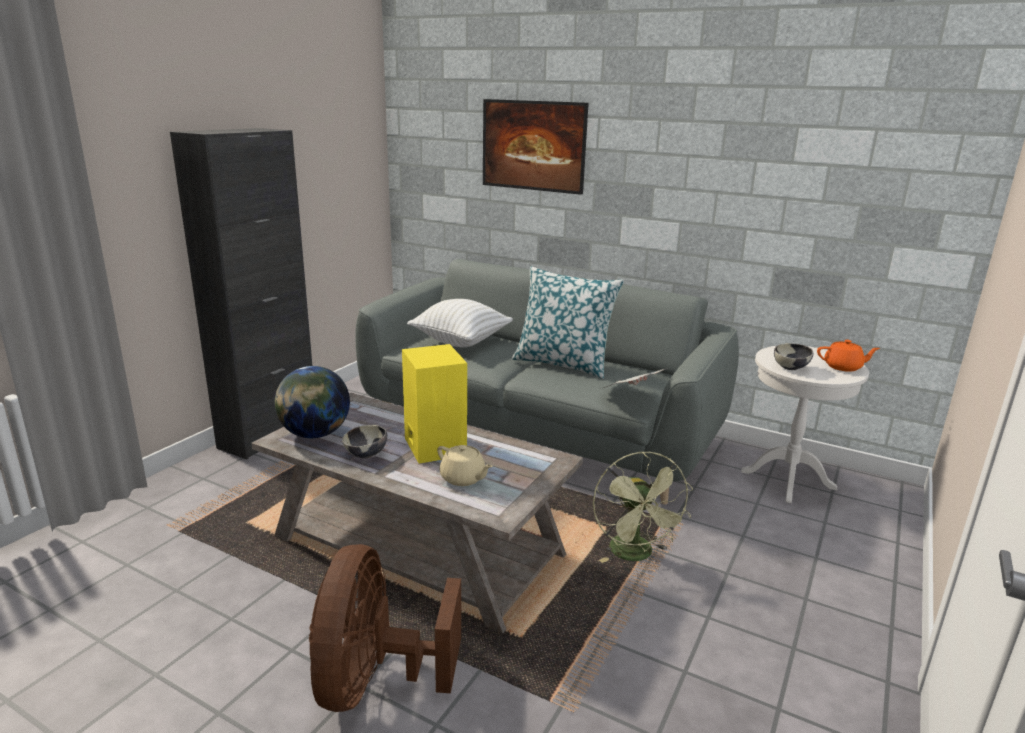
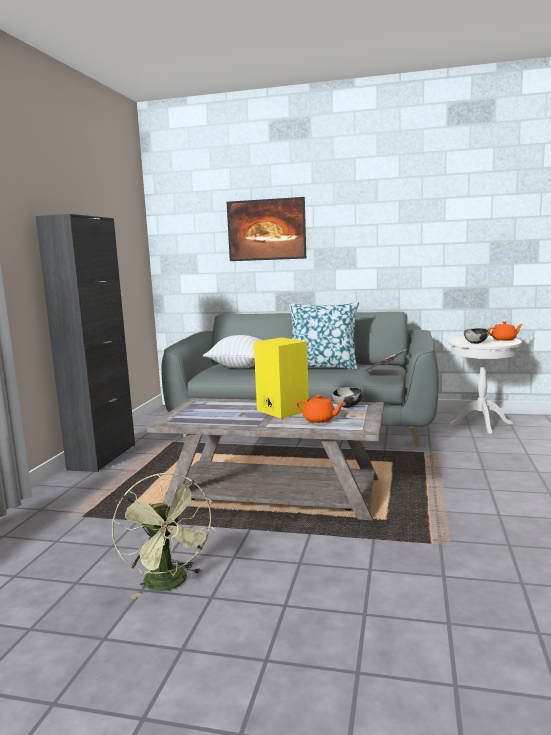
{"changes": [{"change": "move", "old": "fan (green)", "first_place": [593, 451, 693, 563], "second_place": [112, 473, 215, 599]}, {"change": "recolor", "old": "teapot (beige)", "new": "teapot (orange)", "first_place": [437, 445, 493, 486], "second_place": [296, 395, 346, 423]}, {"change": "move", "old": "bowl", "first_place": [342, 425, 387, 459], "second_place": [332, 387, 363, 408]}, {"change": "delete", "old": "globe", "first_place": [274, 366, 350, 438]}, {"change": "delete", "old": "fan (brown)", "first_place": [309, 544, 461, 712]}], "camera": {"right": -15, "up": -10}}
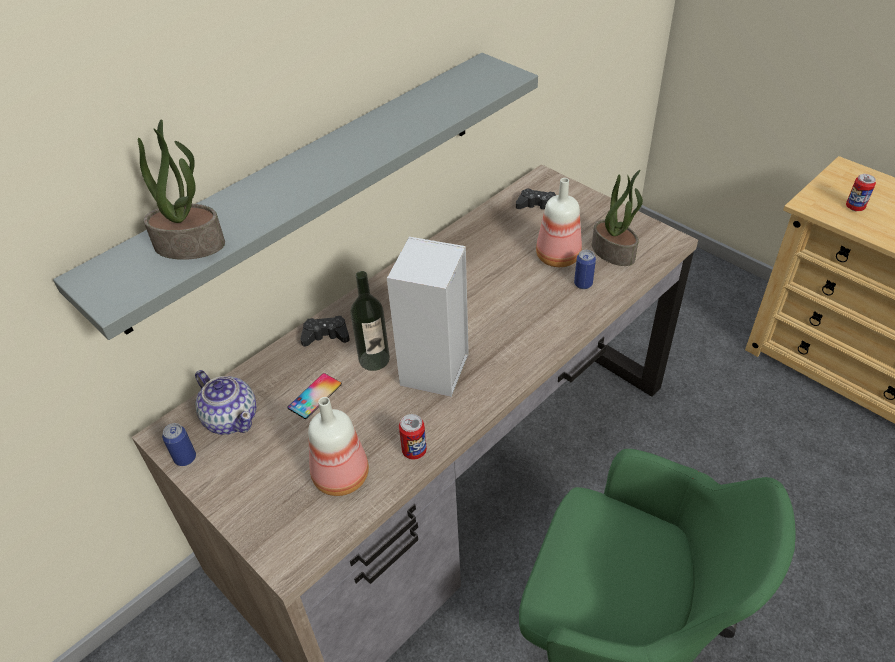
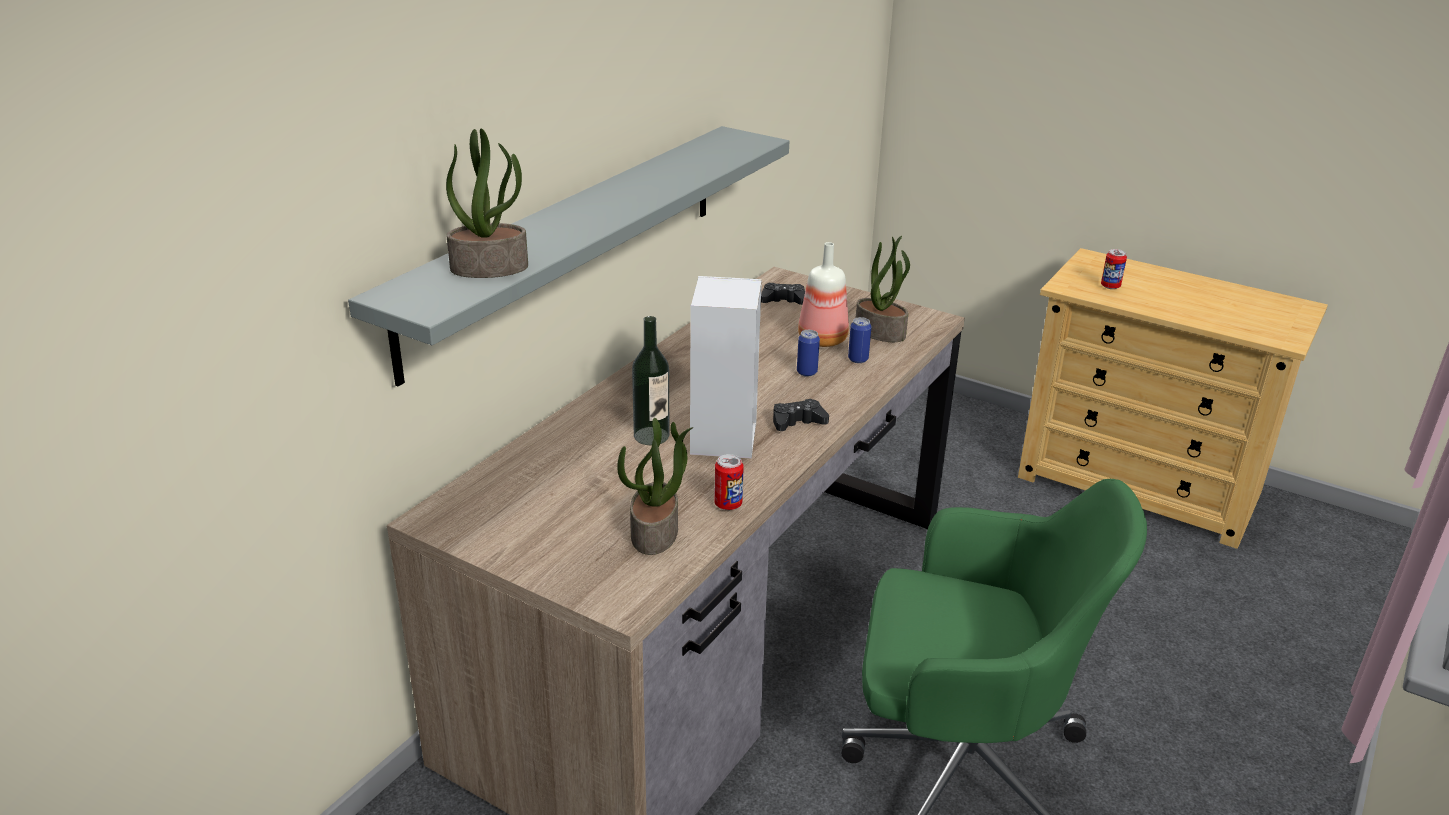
{"changes": [{"change": "replace", "old": "bottle", "new": "potted plant", "first_place": [308, 397, 369, 496], "second_place": [617, 418, 694, 555]}, {"change": "move", "old": "game controller (black)", "first_place": [300, 316, 350, 346], "second_place": [773, 399, 829, 431]}, {"change": "move", "old": "can", "first_place": [162, 423, 196, 466], "second_place": [797, 330, 820, 377]}, {"change": "delete", "old": "teapot", "first_place": [195, 370, 257, 435]}, {"change": "delete", "old": "phone", "first_place": [287, 373, 342, 419]}], "camera": {"right": -15, "up": -15}}
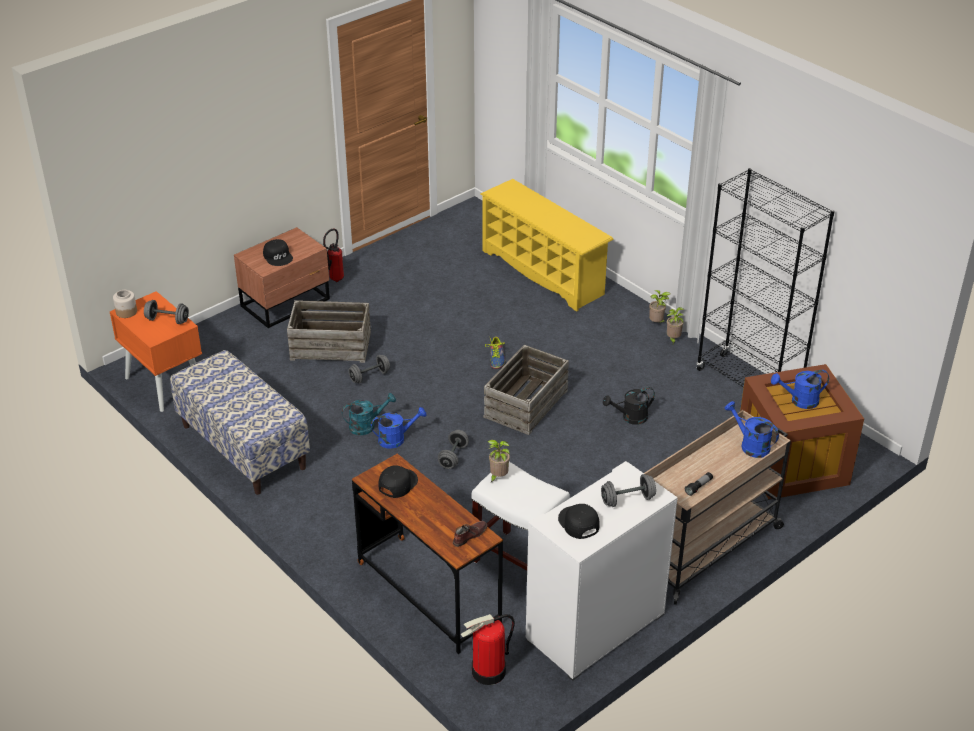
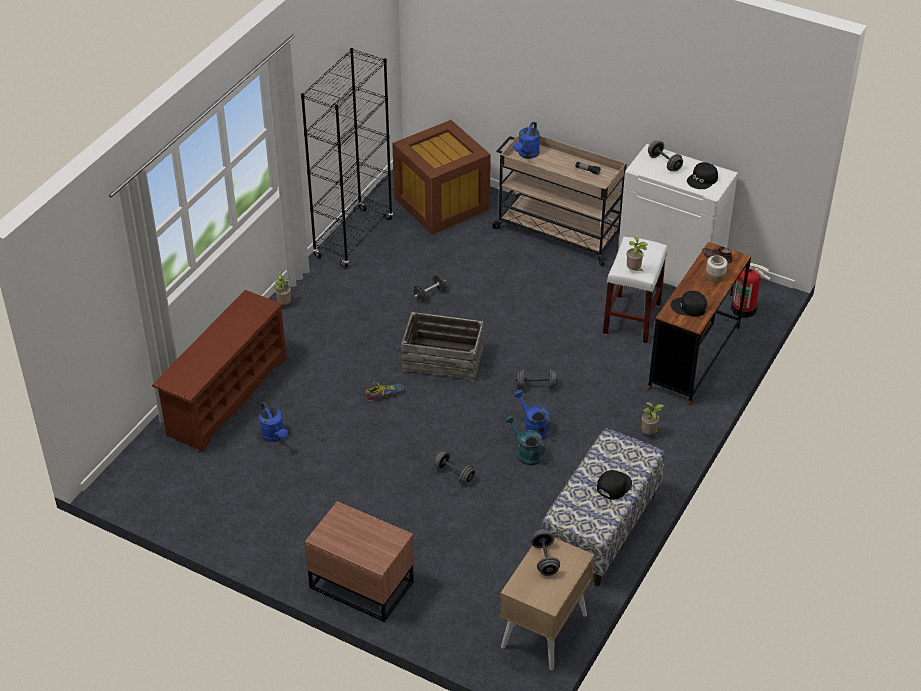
{"changes": [{"change": "recolor", "old": "shoe rack (yellow)", "new": "shoe rack (brown)", "first_place": [481, 179, 614, 312], "second_place": [152, 290, 287, 453]}, {"change": "move", "old": "watering can (blue)", "first_place": [771, 370, 829, 409], "second_place": [259, 402, 288, 442]}, {"change": "replace", "old": "watering can (black)", "new": "dumbbell (black)", "first_place": [603, 387, 655, 425], "second_place": [414, 275, 446, 302]}, {"change": "recolor", "old": "nightstand (orange)", "new": "nightstand (beige)", "first_place": [110, 291, 202, 412], "second_place": [500, 538, 595, 670]}, {"change": "move", "old": "cap (black)", "first_place": [263, 239, 293, 266], "second_place": [597, 470, 632, 500]}, {"change": "move", "old": "potted plant", "first_place": [667, 307, 684, 346], "second_place": [642, 402, 664, 435]}, {"change": "move", "old": "jar", "first_place": [113, 290, 137, 318], "second_place": [705, 255, 728, 283]}, {"change": "delete", "old": "crate", "first_place": [287, 300, 371, 363]}, {"change": "delete", "old": "fire extinguisher", "first_place": [323, 228, 344, 282]}], "camera": {"right": -110, "up": 5}}
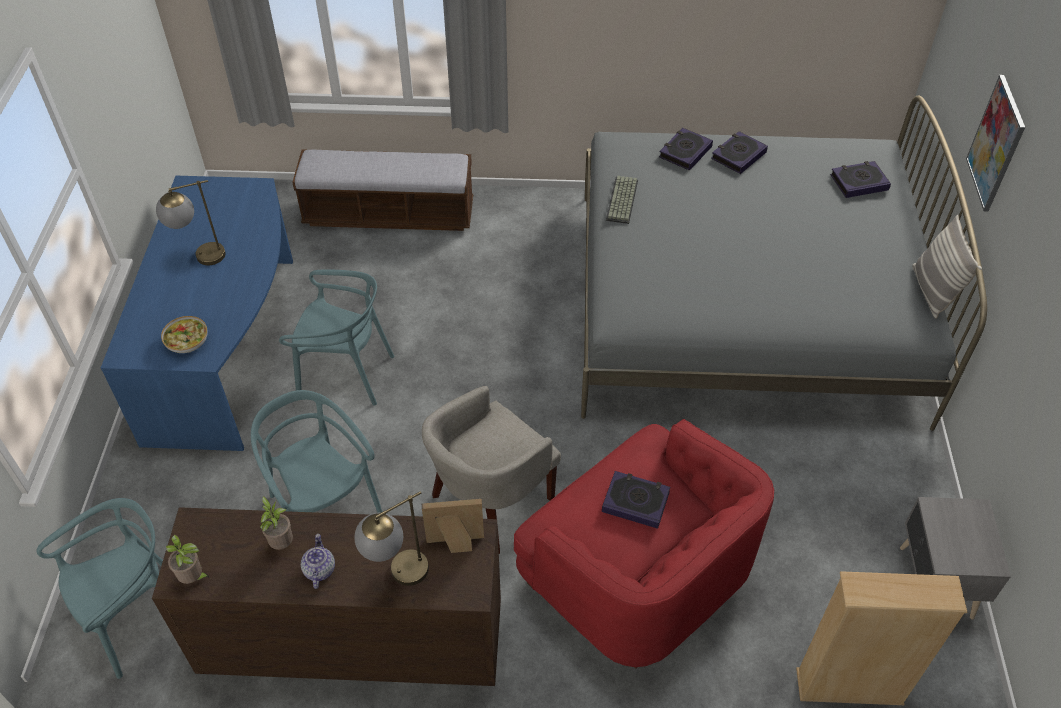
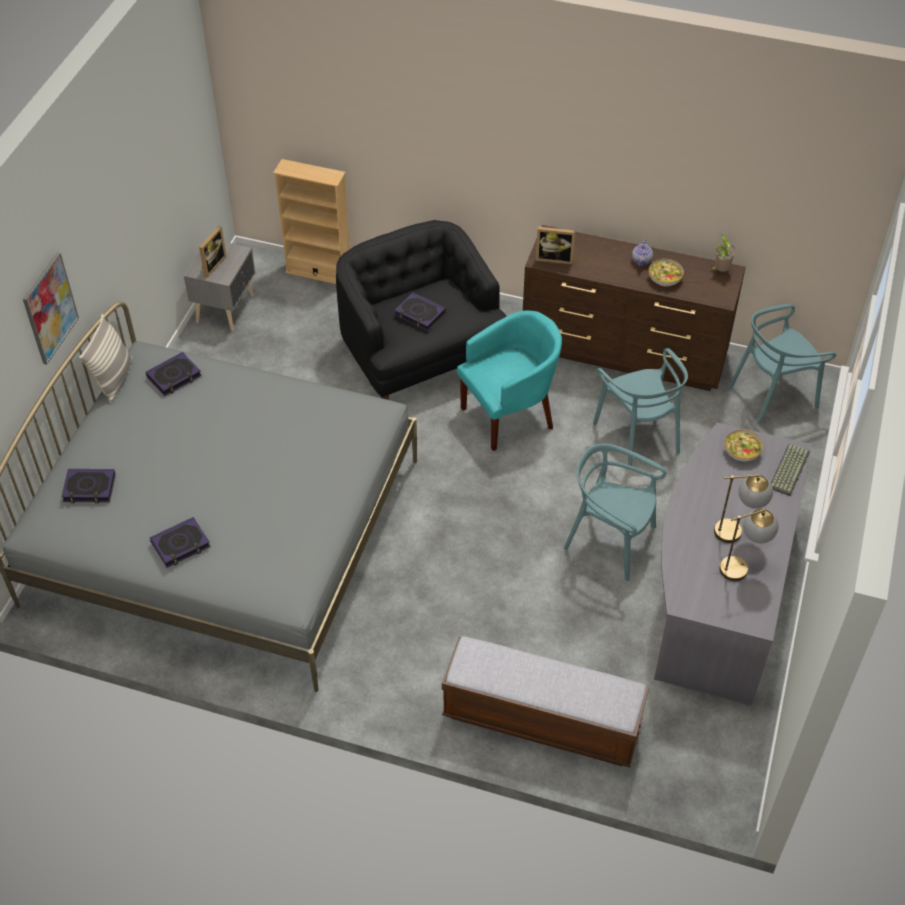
{"changes": [{"change": "move", "old": "book", "first_place": [659, 128, 713, 171], "second_place": [146, 352, 202, 396]}, {"change": "insert", "new": "picture frame", "second_place": [199, 226, 227, 278]}, {"change": "recolor", "old": "armchair (red)", "new": "armchair (black)", "first_place": [514, 419, 774, 669], "second_place": [336, 220, 507, 400]}, {"change": "recolor", "old": "armchair (beige)", "new": "armchair (turquoise)", "first_place": [422, 386, 561, 554], "second_place": [457, 311, 562, 451]}, {"change": "replace", "old": "potted plant", "new": "bowl", "first_place": [260, 496, 293, 550], "second_place": [649, 259, 684, 287]}, {"change": "recolor", "old": "desk (blue)", "new": "desk (grey)", "first_place": [101, 176, 293, 451], "second_place": [654, 423, 812, 705]}, {"change": "move", "old": "table lamp", "first_place": [354, 491, 429, 586], "second_place": [719, 509, 779, 581]}, {"change": "move", "old": "keyboard", "first_place": [606, 176, 638, 224], "second_place": [771, 444, 810, 496]}], "camera": {"right": -165, "up": 0}}
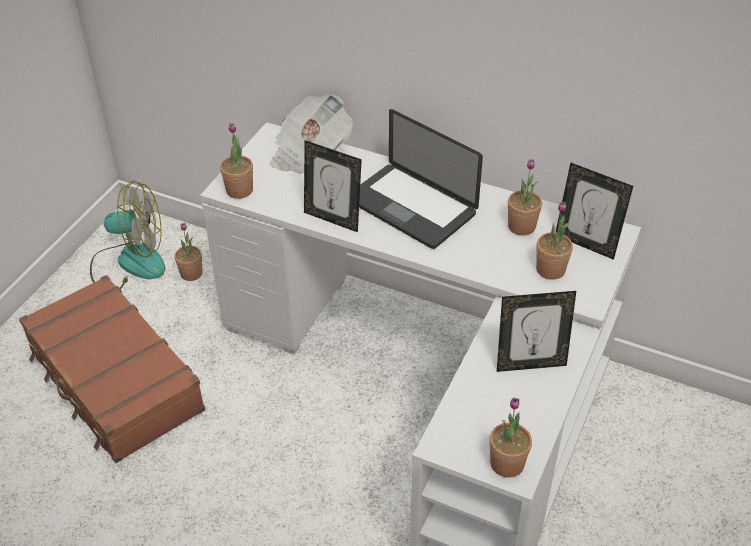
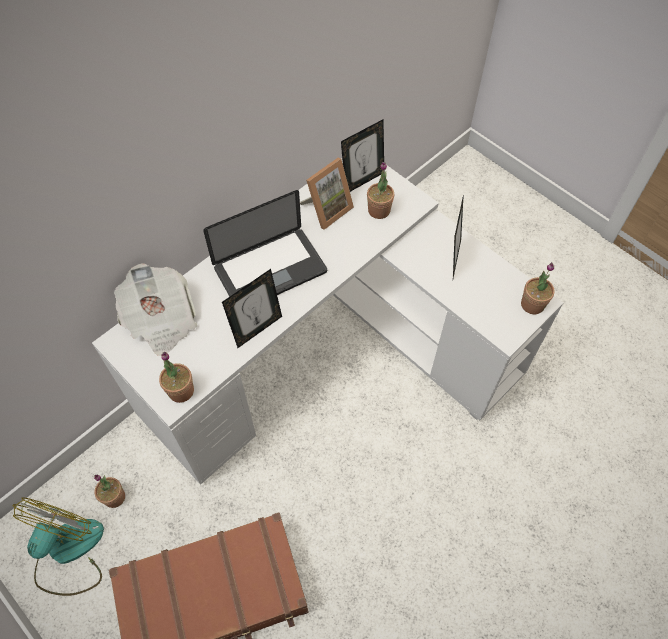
{"changes": [{"change": "replace", "old": "potted plant", "new": "picture frame", "first_place": [508, 159, 542, 235], "second_place": [300, 158, 354, 230]}], "camera": {"right": -70, "up": 15}}
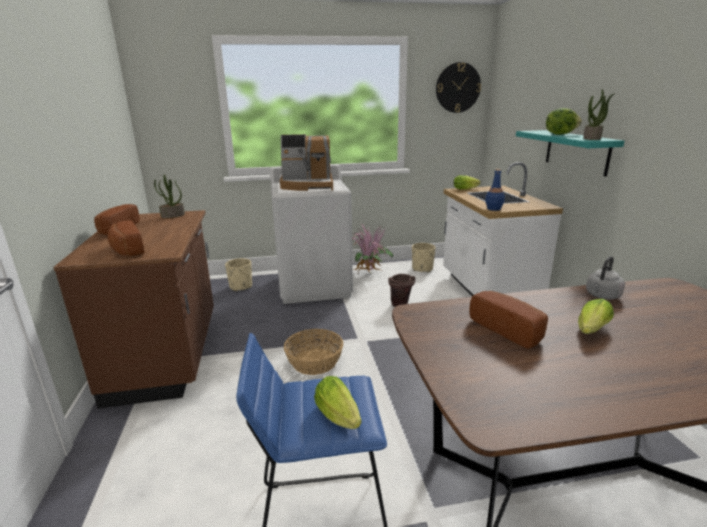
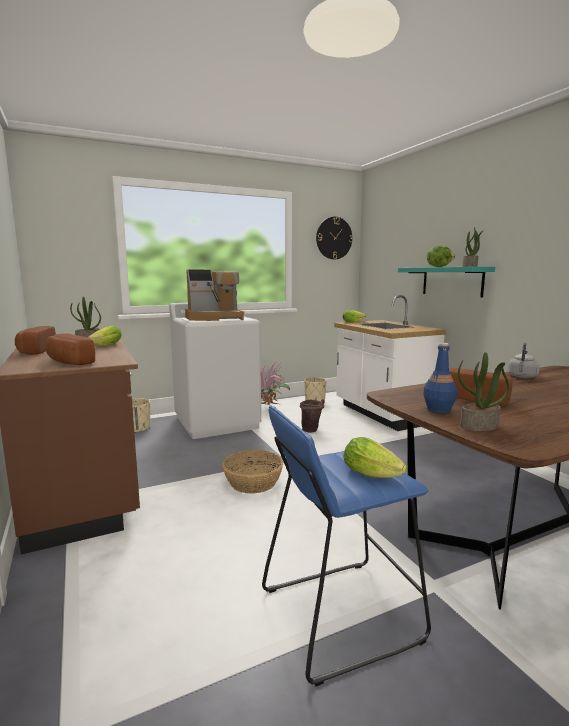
{"changes": [{"change": "move", "old": "lettuce", "first_place": [578, 299, 614, 334], "second_place": [88, 325, 122, 346]}, {"change": "move", "old": "bottle (blue)", "first_place": [485, 169, 505, 211], "second_place": [423, 343, 457, 413]}, {"change": "insert", "new": "potted plant", "second_place": [458, 352, 510, 431]}], "camera": {"right": -15, "up": -10}}
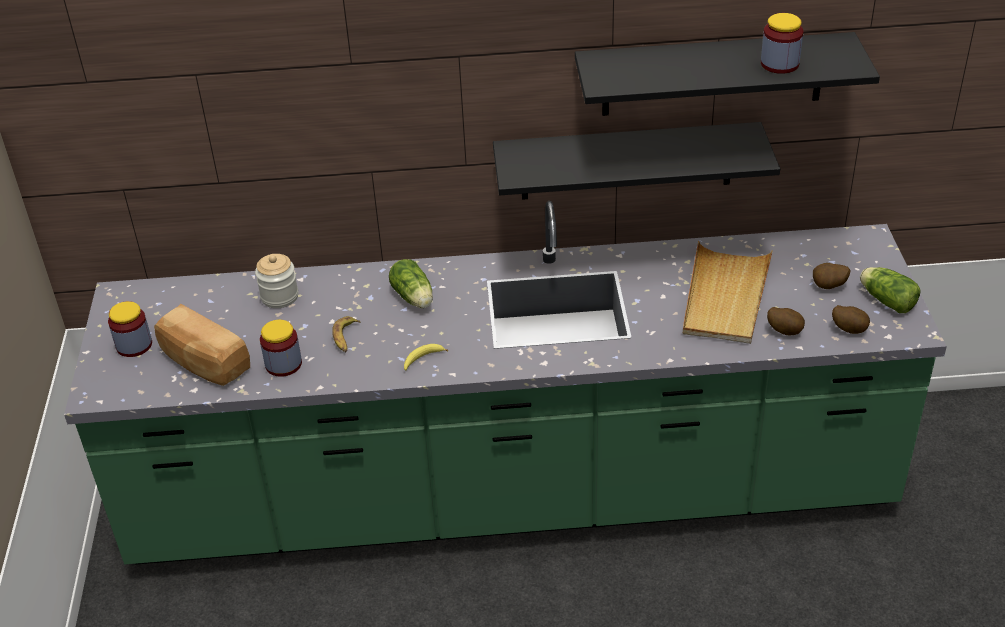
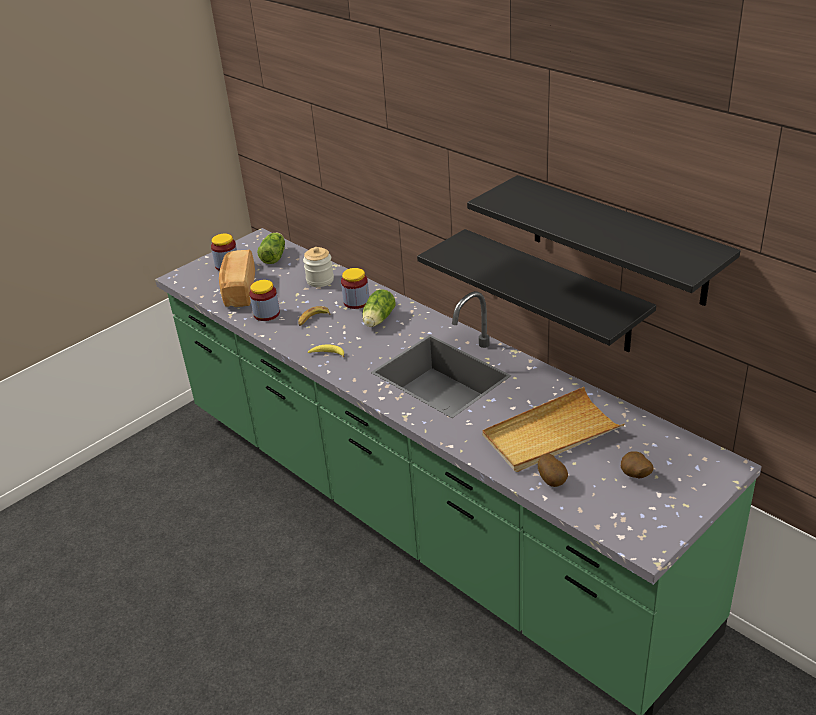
{"changes": [{"change": "move", "old": "lettuce", "first_place": [860, 267, 921, 313], "second_place": [257, 232, 285, 264]}, {"change": "move", "old": "jar", "first_place": [761, 13, 803, 74], "second_place": [341, 268, 369, 309]}, {"change": "delete", "old": "potato", "first_place": [832, 305, 870, 334]}], "camera": {"right": 50, "up": -5}}
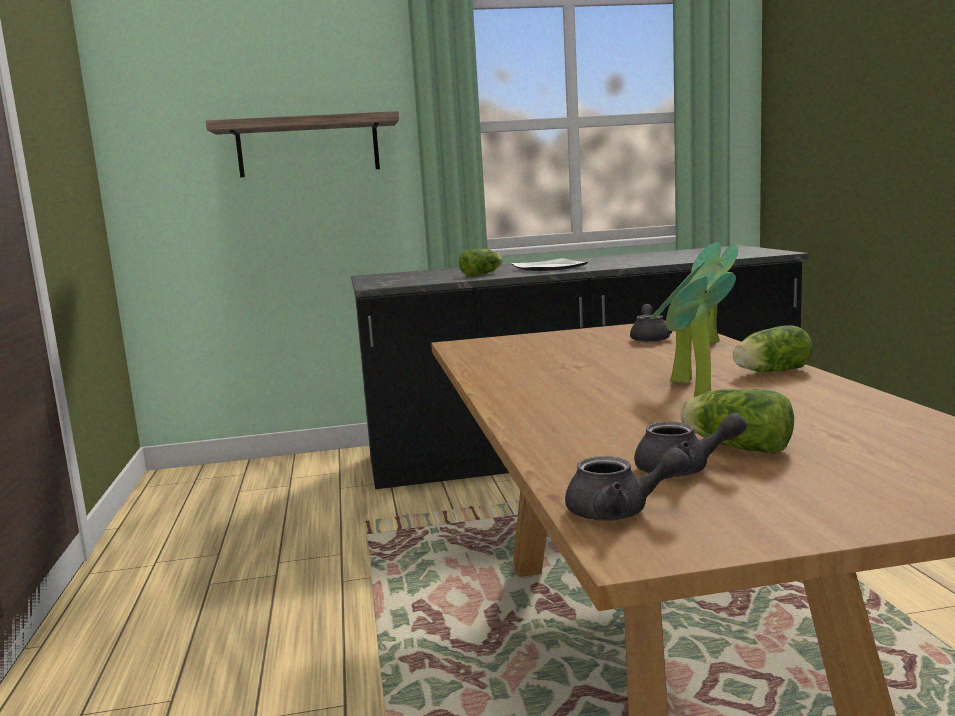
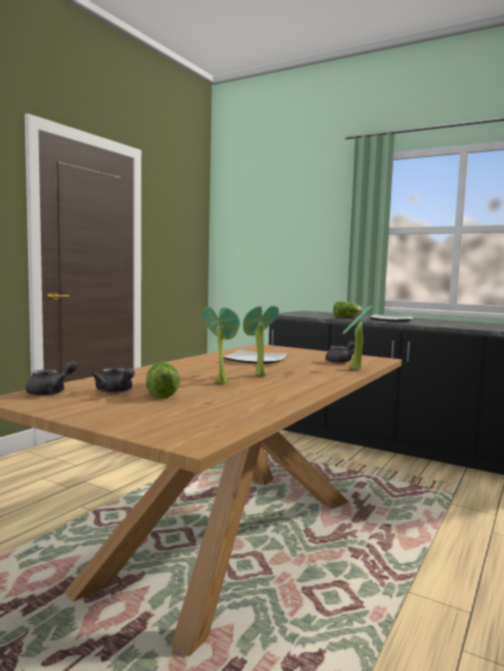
{"changes": [{"change": "rotate", "old": "teapot (grey)", "first_place": [565, 448, 690, 521], "second_place": [25, 361, 78, 396], "degrees": -105}, {"change": "insert", "new": "plate", "second_place": [223, 350, 287, 364]}, {"change": "delete", "old": "shelf", "first_place": [206, 111, 399, 177]}, {"change": "delete", "old": "lettuce", "first_place": [733, 325, 813, 372]}], "camera": {"right": 40, "up": -5}}
